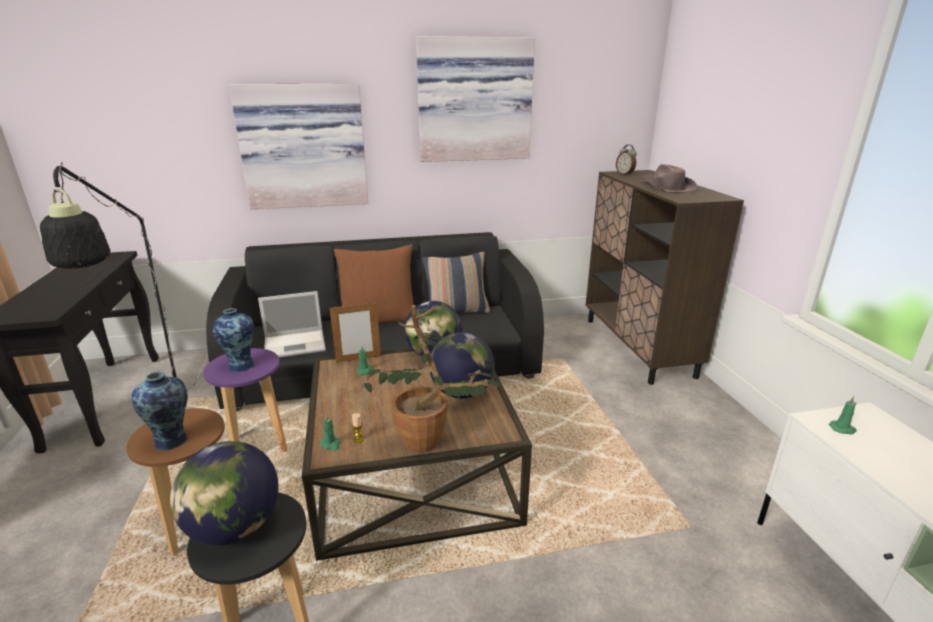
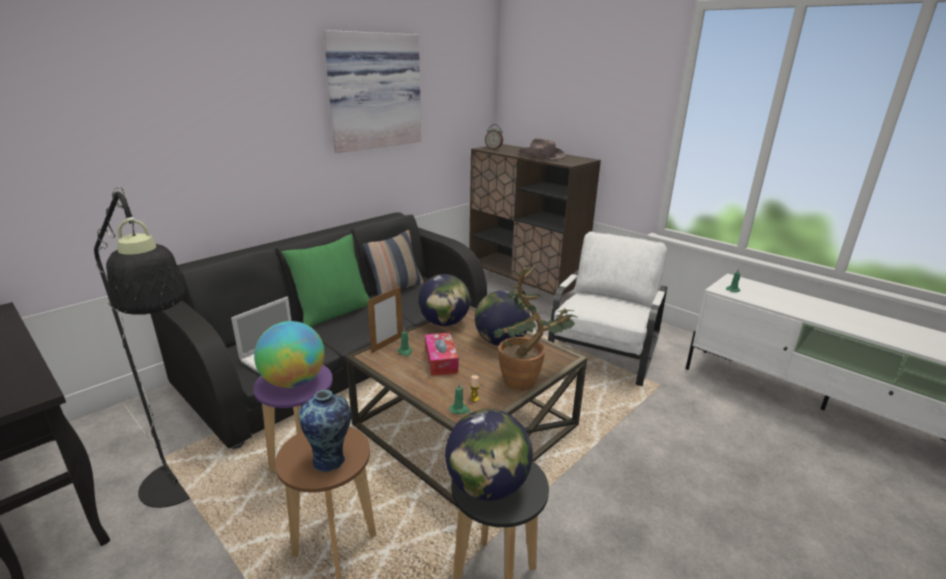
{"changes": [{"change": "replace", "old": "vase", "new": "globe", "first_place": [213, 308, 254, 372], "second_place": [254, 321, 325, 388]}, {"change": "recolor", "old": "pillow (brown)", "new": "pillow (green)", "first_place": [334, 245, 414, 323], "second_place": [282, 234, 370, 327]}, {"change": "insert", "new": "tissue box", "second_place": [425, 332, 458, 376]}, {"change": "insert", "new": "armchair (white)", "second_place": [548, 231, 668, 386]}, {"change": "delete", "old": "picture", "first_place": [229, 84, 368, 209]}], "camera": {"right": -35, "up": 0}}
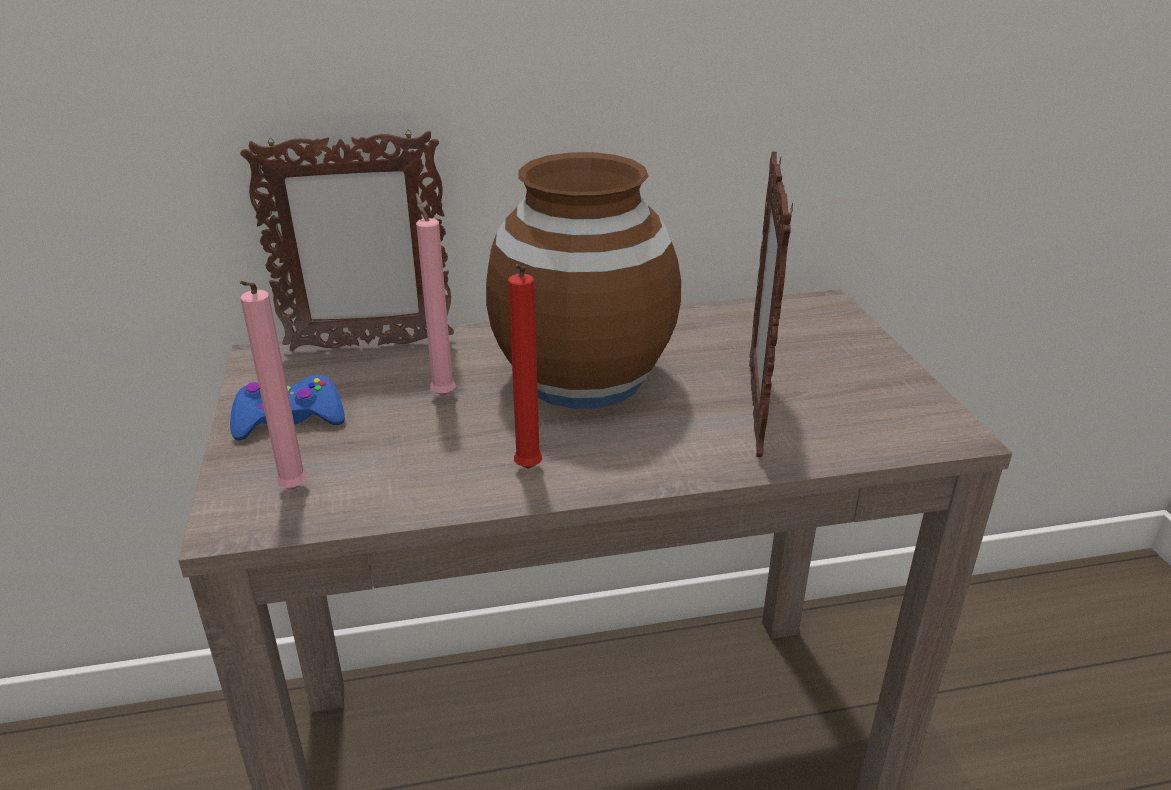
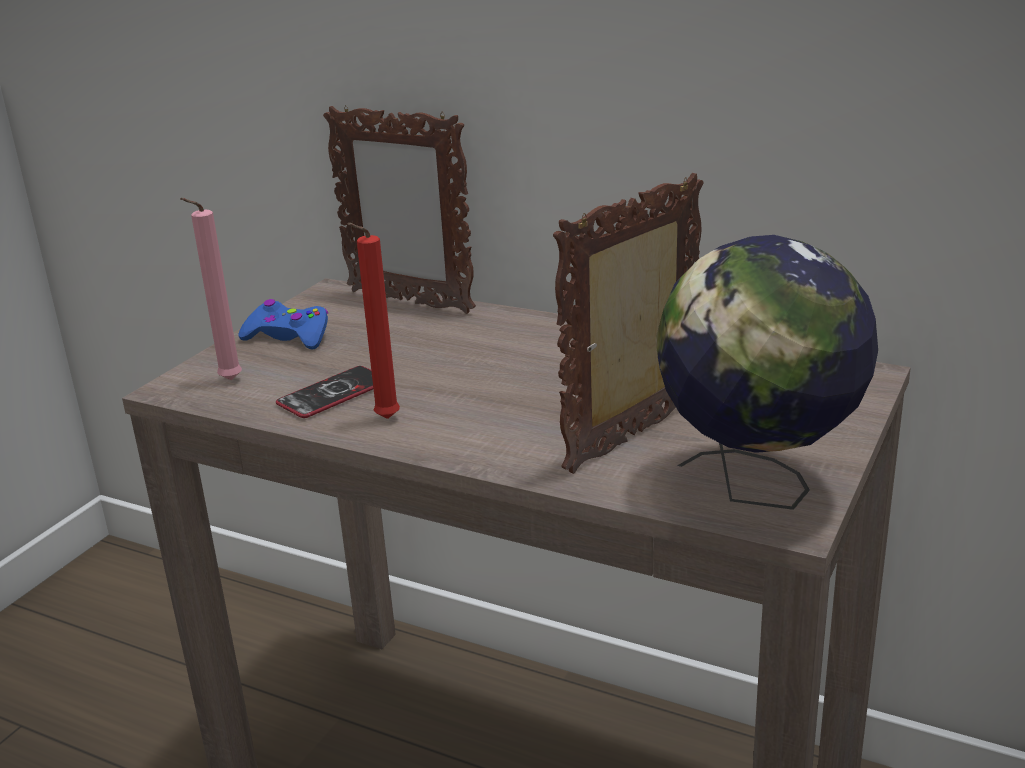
{"changes": [{"change": "insert", "new": "phone", "second_place": [276, 366, 373, 418]}, {"change": "insert", "new": "globe", "second_place": [655, 235, 878, 510]}, {"change": "delete", "old": "candle (pink)", "first_place": [416, 193, 456, 396]}, {"change": "delete", "old": "vase (brown)", "first_place": [486, 152, 681, 409]}], "camera": {"right": 40, "up": -5}}
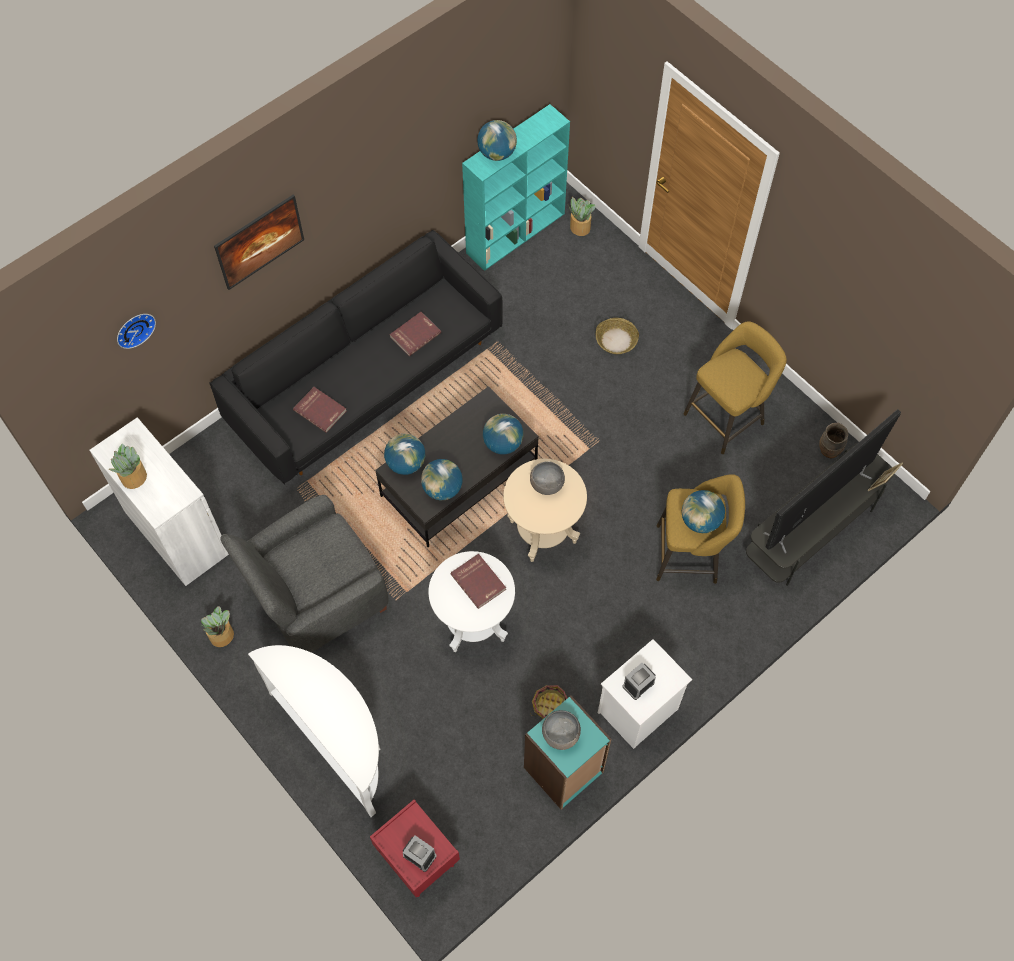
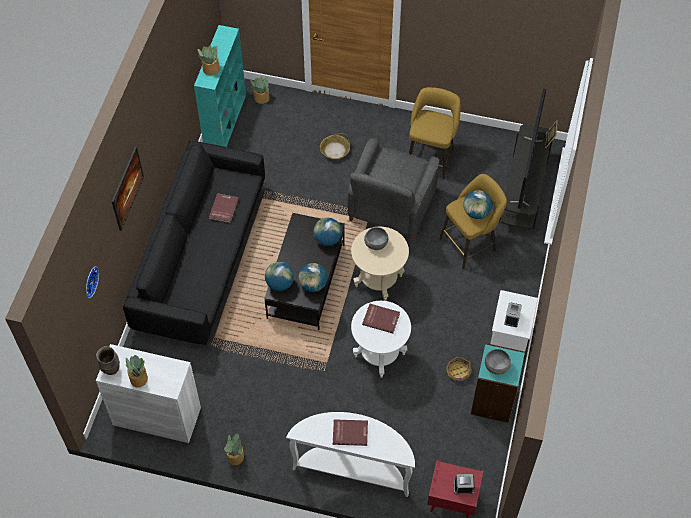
{"changes": [{"change": "move", "old": "vase (brown)", "first_place": [819, 423, 848, 458], "second_place": [96, 346, 120, 375]}, {"change": "replace", "old": "globe", "new": "potted plant", "first_place": [477, 120, 517, 161], "second_place": [197, 45, 219, 75]}, {"change": "move", "old": "book (red)", "first_place": [293, 387, 346, 433], "second_place": [333, 419, 368, 446]}, {"change": "move", "old": "armchair (grey)", "first_place": [220, 495, 388, 653], "second_place": [348, 138, 439, 241]}], "camera": {"right": -35, "up": -5}}
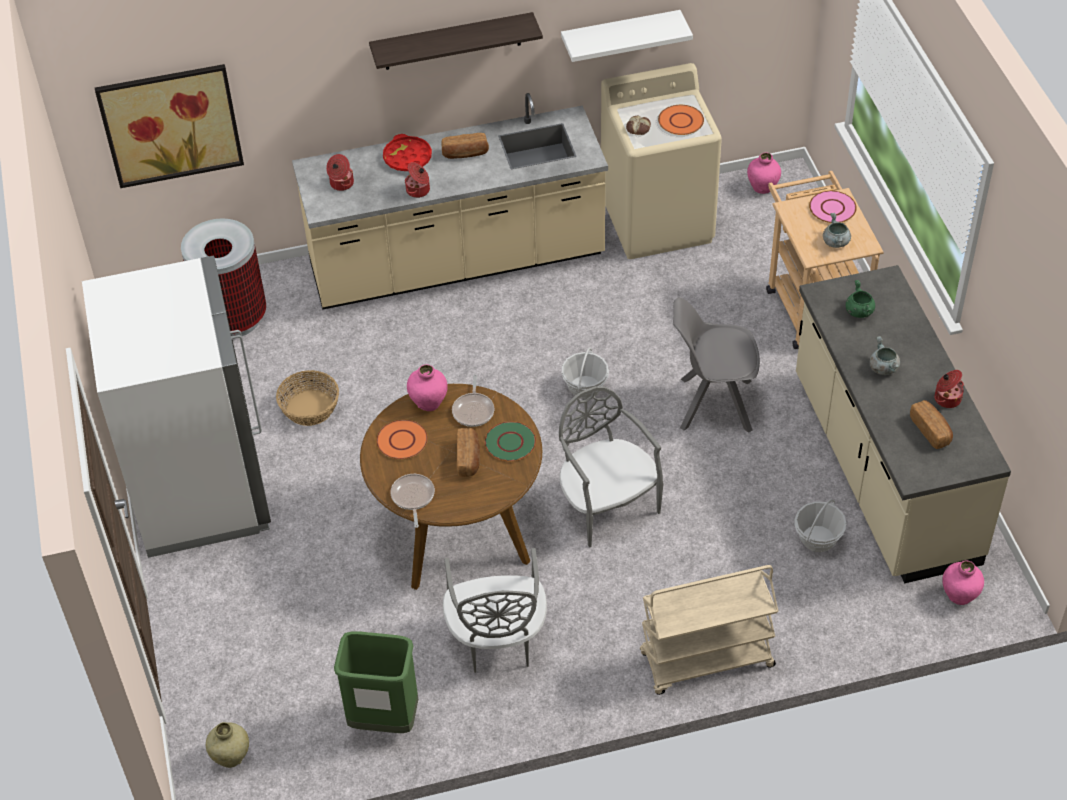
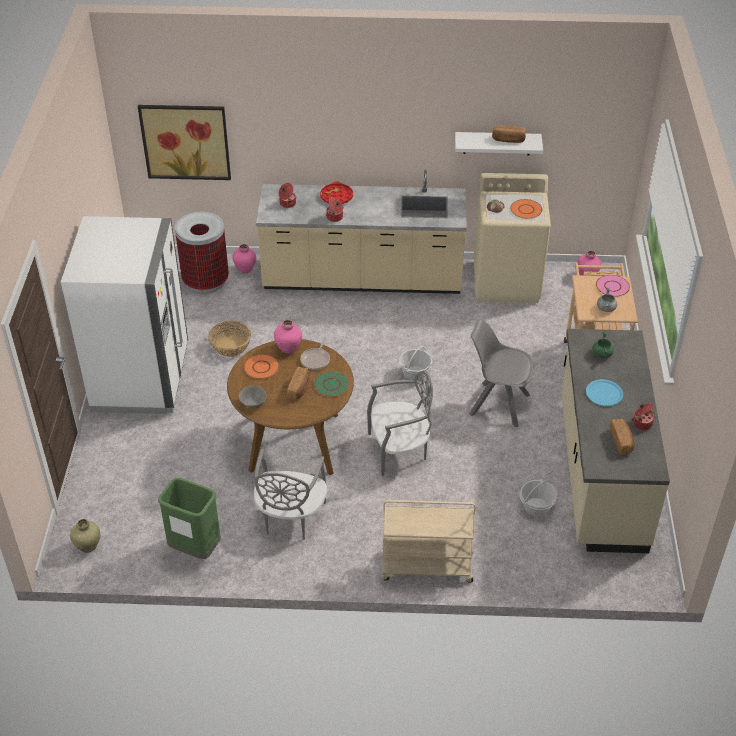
{"changes": [{"change": "move", "old": "vase (pink)", "first_place": [942, 561, 984, 605], "second_place": [232, 244, 256, 273]}, {"change": "replace", "old": "frying pan", "new": "bowl (grey)", "first_place": [391, 474, 435, 528], "second_place": [239, 386, 266, 408]}, {"change": "rotate", "old": "chair (grey)", "first_place": [559, 386, 664, 547], "second_place": [367, 371, 433, 476], "degrees": 90}, {"change": "move", "old": "bread", "first_place": [442, 133, 489, 159], "second_place": [492, 125, 526, 143]}, {"change": "replace", "old": "cooking pot (grey)", "new": "plate (blue)", "first_place": [870, 336, 900, 375], "second_place": [586, 379, 623, 406]}, {"change": "delete", "old": "shelf", "first_place": [369, 12, 543, 70]}], "camera": {"right": 15, "up": -5}}
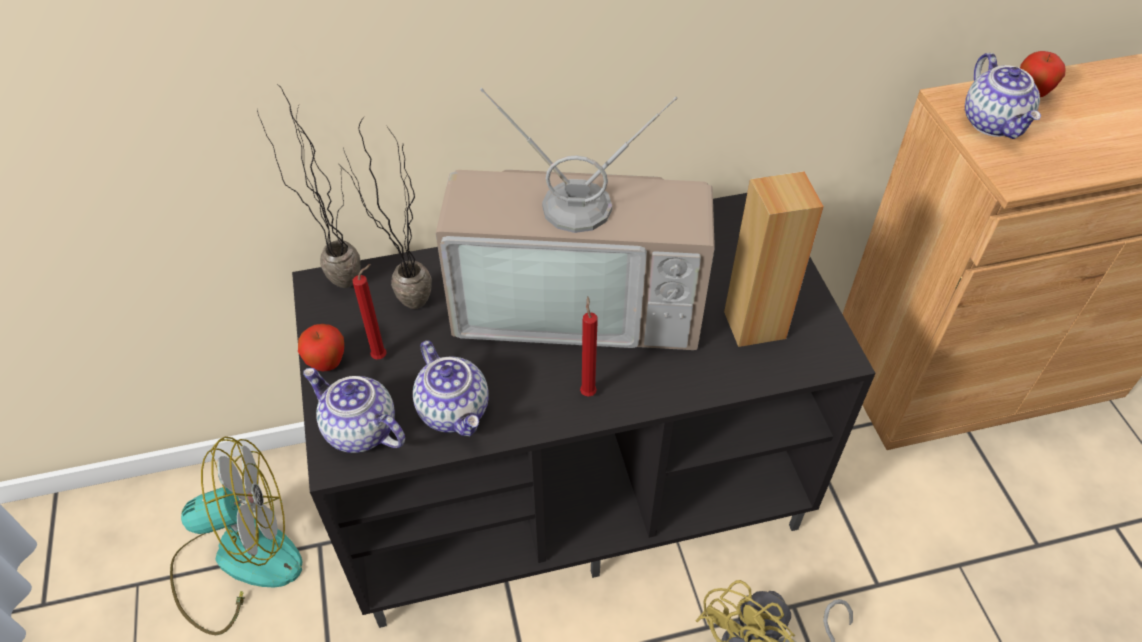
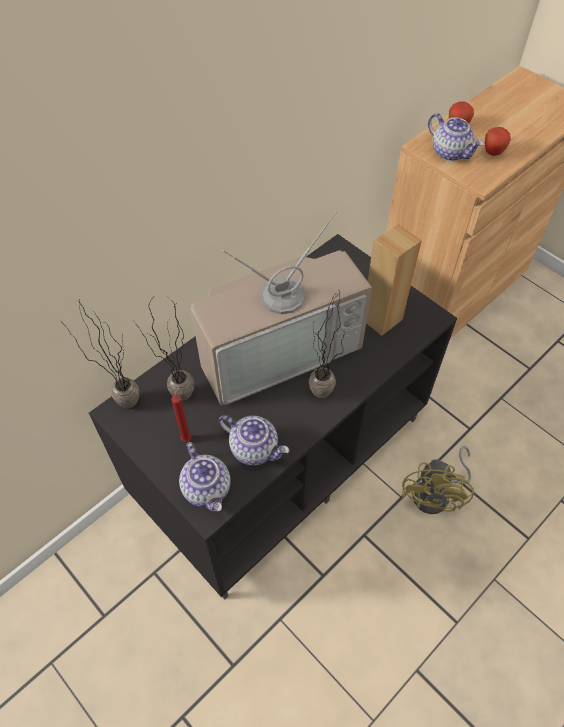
{"changes": [{"change": "rotate", "old": "teapot", "first_place": [303, 368, 405, 453], "second_place": [179, 442, 231, 512], "degrees": -120}, {"change": "replace", "old": "candle (red)", "new": "potted plant", "first_place": [580, 297, 598, 396], "second_place": [309, 291, 344, 398]}, {"change": "move", "old": "apple", "first_place": [298, 324, 344, 371], "second_place": [485, 127, 511, 156]}, {"change": "delete", "old": "fan", "first_place": [170, 437, 302, 635]}], "camera": {"right": -30, "up": 5}}
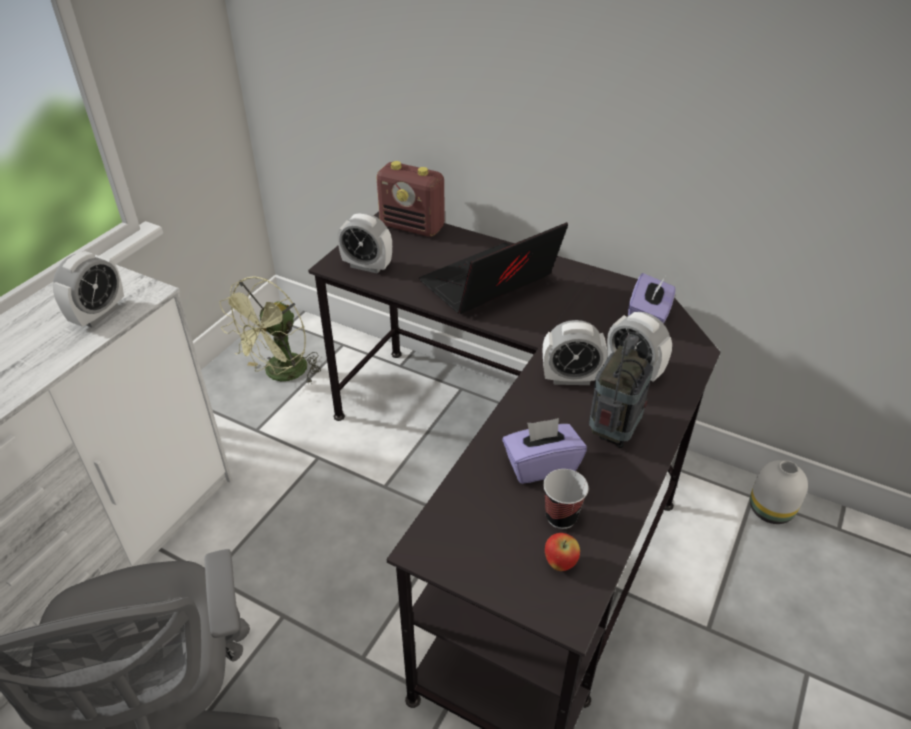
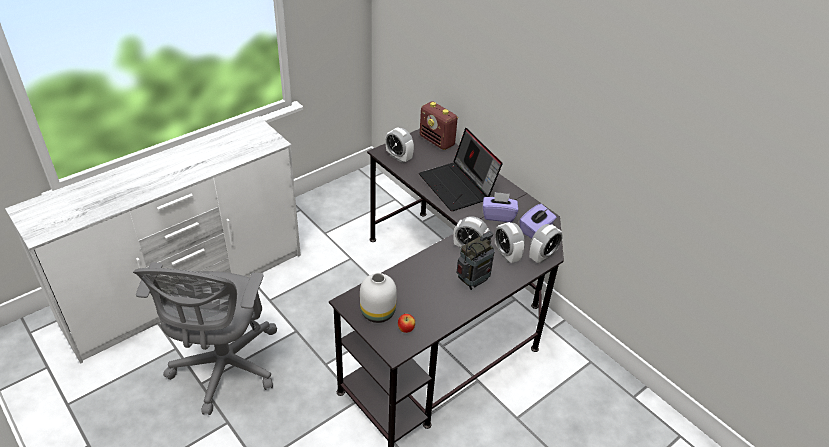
{"changes": [{"change": "move", "old": "vase (white)", "first_place": [750, 460, 808, 524], "second_place": [360, 273, 397, 323]}, {"change": "rotate", "old": "laptop", "first_place": [419, 222, 568, 314], "second_place": [419, 128, 502, 211], "degrees": -105}, {"change": "move", "old": "tissue box (purple)", "first_place": [502, 418, 587, 484], "second_place": [483, 192, 518, 222]}, {"change": "move", "old": "alarm clock", "first_place": [53, 251, 124, 327], "second_place": [529, 224, 563, 264]}, {"change": "delete", "old": "fan (green)", "first_place": [219, 277, 321, 385]}, {"change": "delete", "old": "cup", "first_place": [543, 469, 589, 529]}], "camera": {"right": 20, "up": 0}}
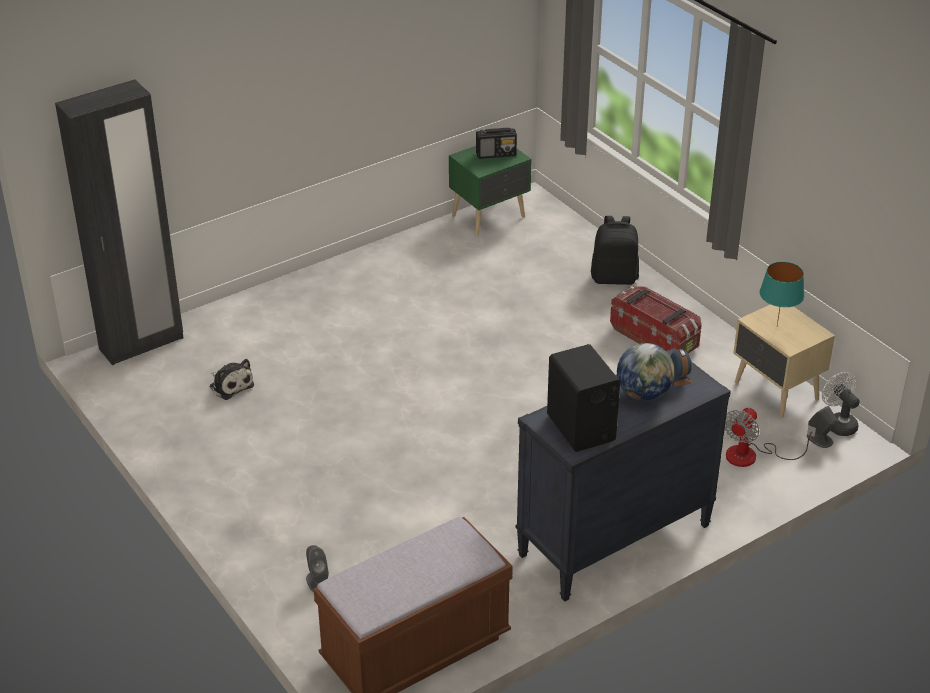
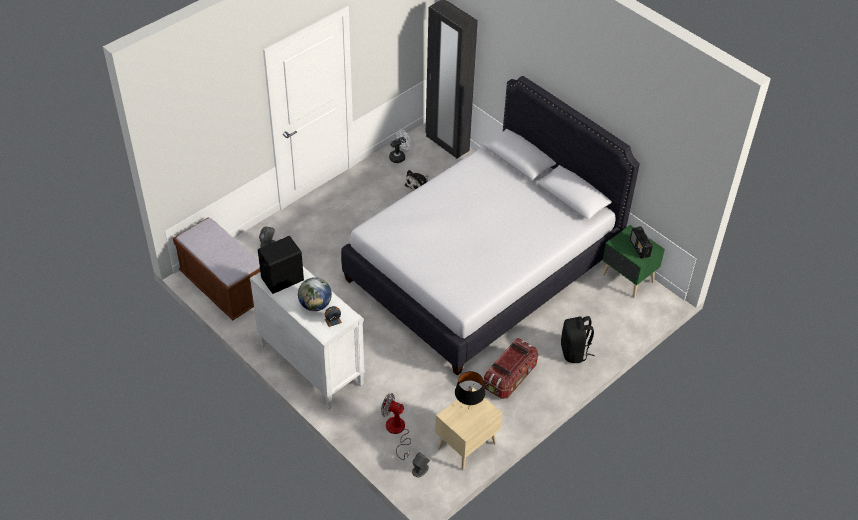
{"changes": [{"change": "recolor", "old": "dresser (black)", "new": "dresser (white)", "first_place": [516, 347, 731, 602], "second_place": [250, 267, 365, 409]}, {"change": "insert", "new": "bed (white)", "second_place": [341, 76, 640, 375]}, {"change": "move", "old": "fan (white)", "first_place": [822, 372, 860, 436], "second_place": [389, 130, 411, 163]}, {"change": "recolor", "old": "table lamp (turquoise)", "new": "table lamp (black)", "first_place": [759, 262, 804, 326], "second_place": [455, 371, 485, 405]}], "camera": {"right": 80, "up": 10}}
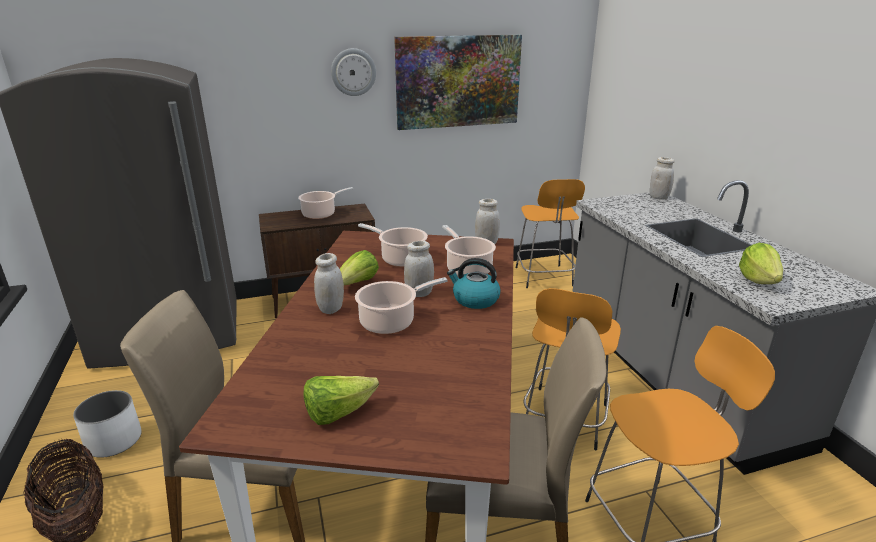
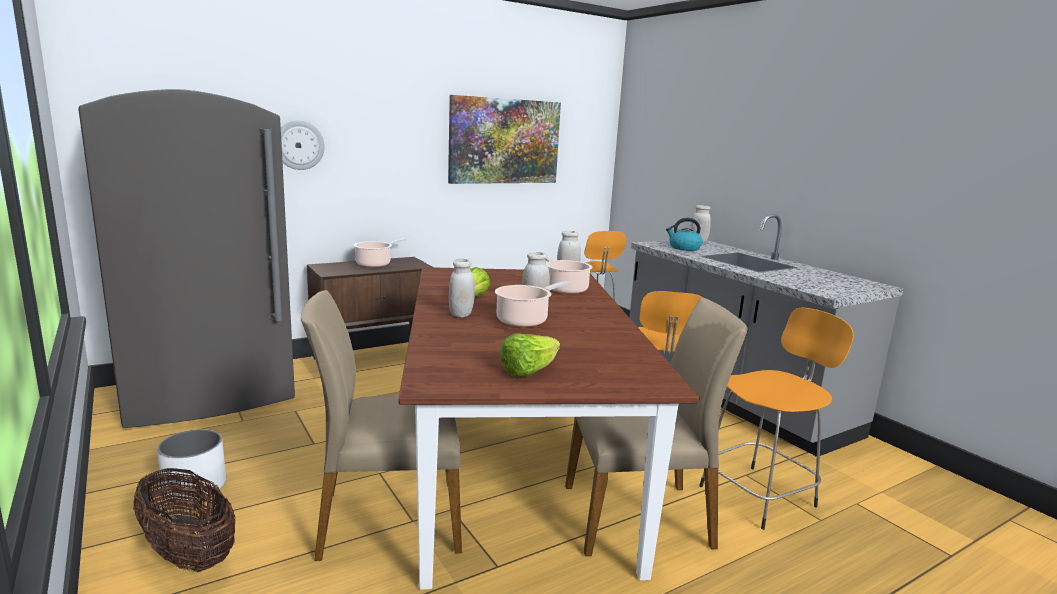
{"changes": [{"change": "move", "old": "wall clock", "first_place": [331, 48, 376, 96], "second_place": [281, 121, 325, 170]}, {"change": "move", "old": "kettle", "first_place": [447, 258, 501, 309], "second_place": [666, 218, 702, 251]}, {"change": "delete", "old": "cooking pot", "first_place": [358, 223, 428, 267]}, {"change": "delete", "old": "lettuce", "first_place": [739, 243, 783, 284]}], "camera": {"right": -15, "up": -10}}
